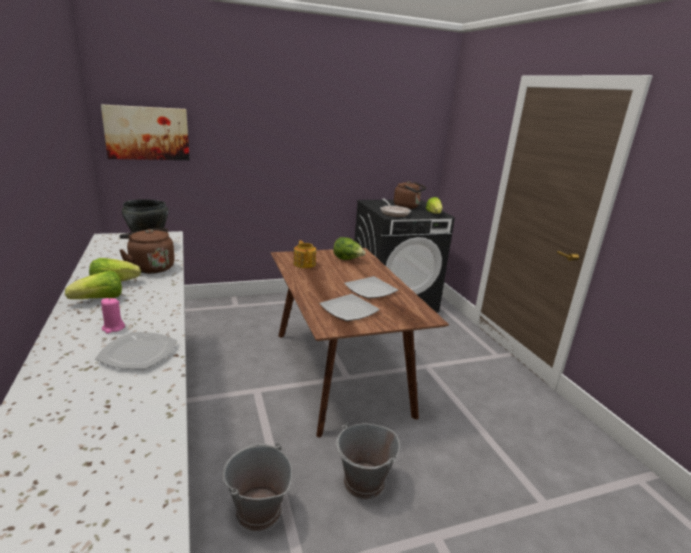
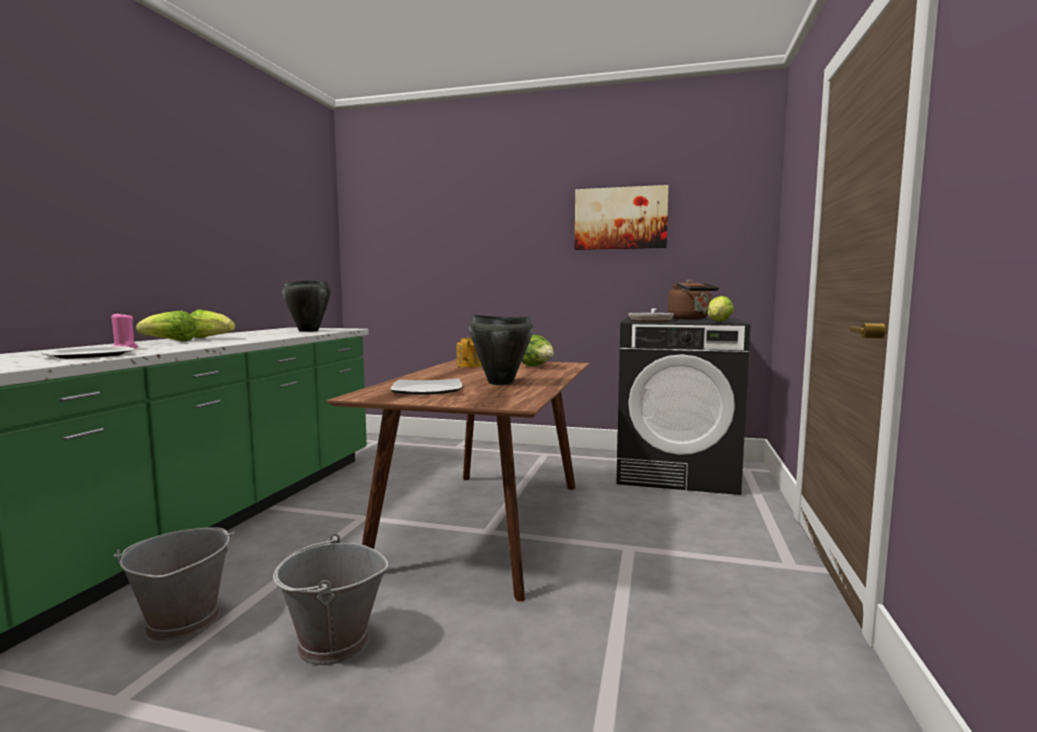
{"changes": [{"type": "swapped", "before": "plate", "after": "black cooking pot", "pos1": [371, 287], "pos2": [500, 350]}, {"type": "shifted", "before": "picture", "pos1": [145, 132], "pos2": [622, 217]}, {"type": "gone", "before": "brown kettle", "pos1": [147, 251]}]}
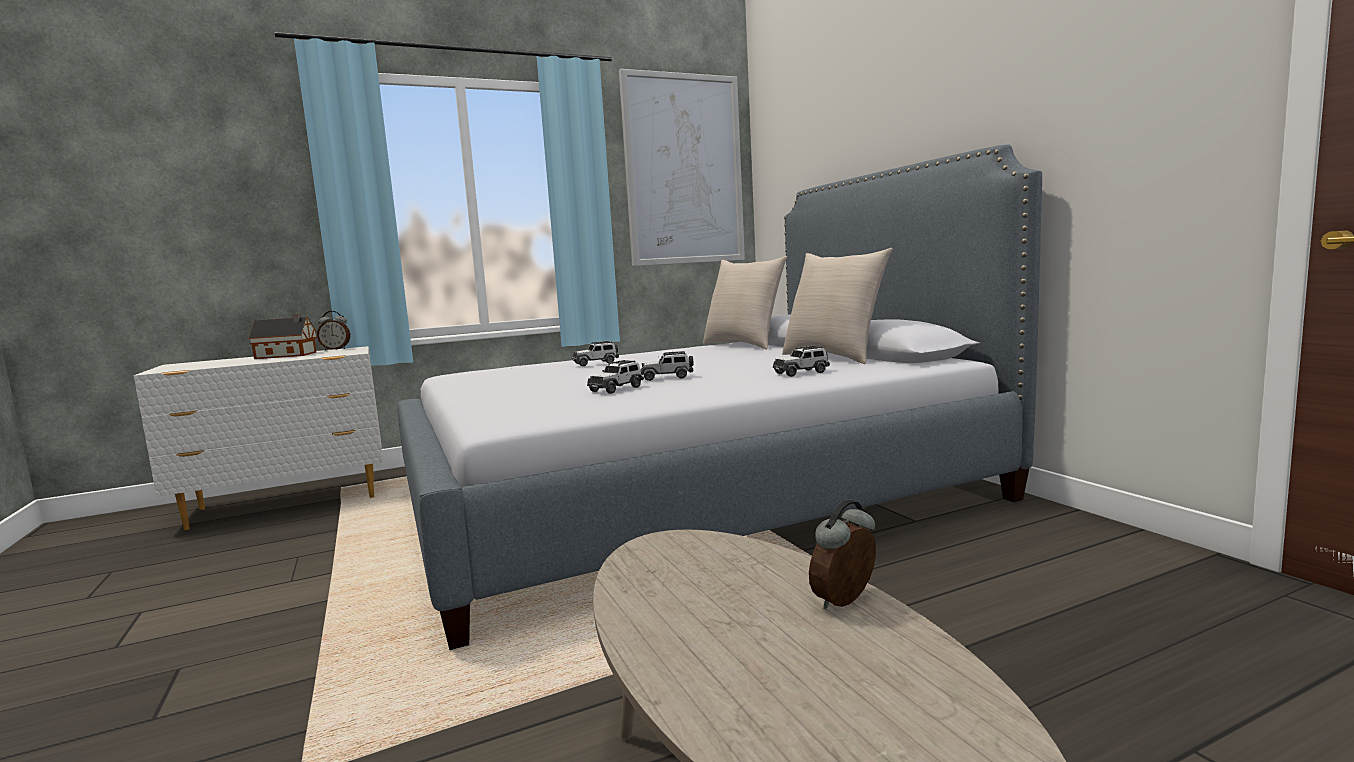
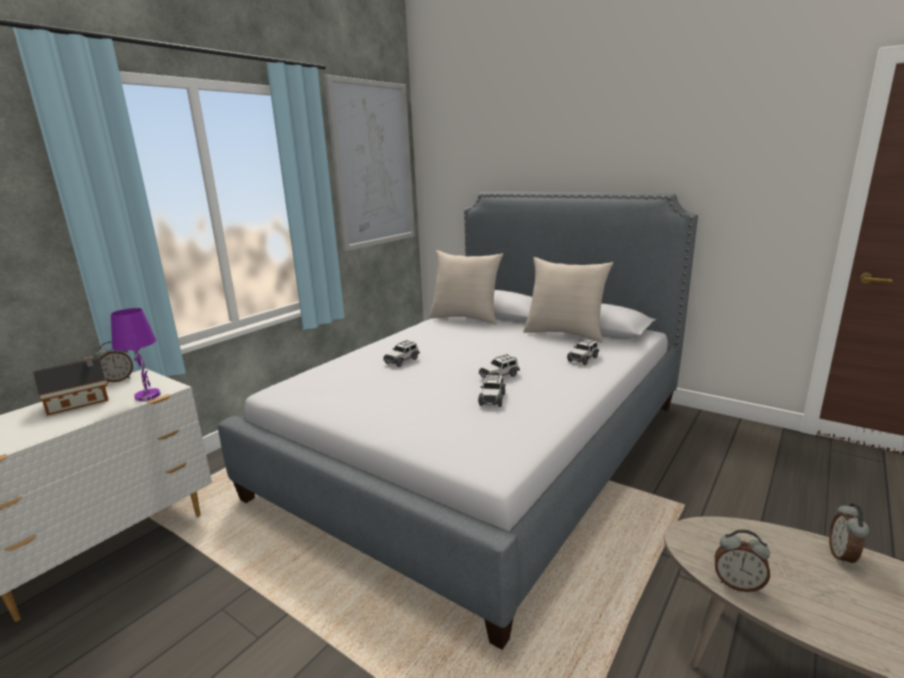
{"changes": [{"type": "new", "after": "purple table lamp", "pos2": [136, 354]}, {"type": "new", "after": "alarm clock", "pos2": [742, 561]}]}
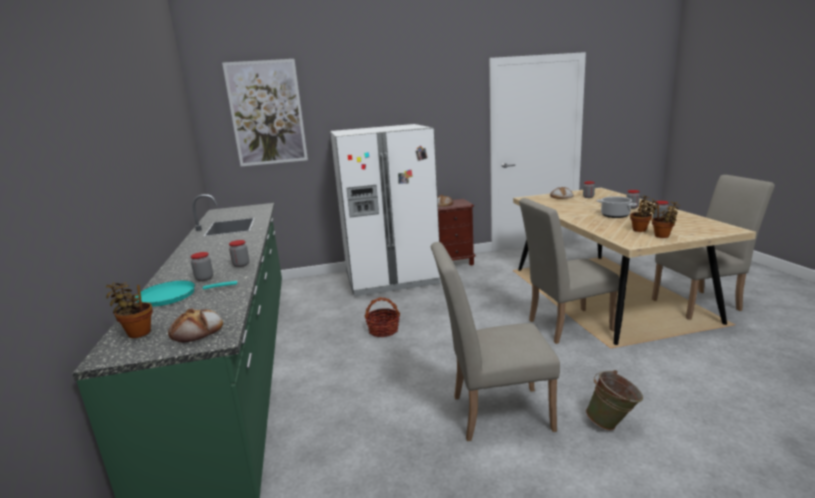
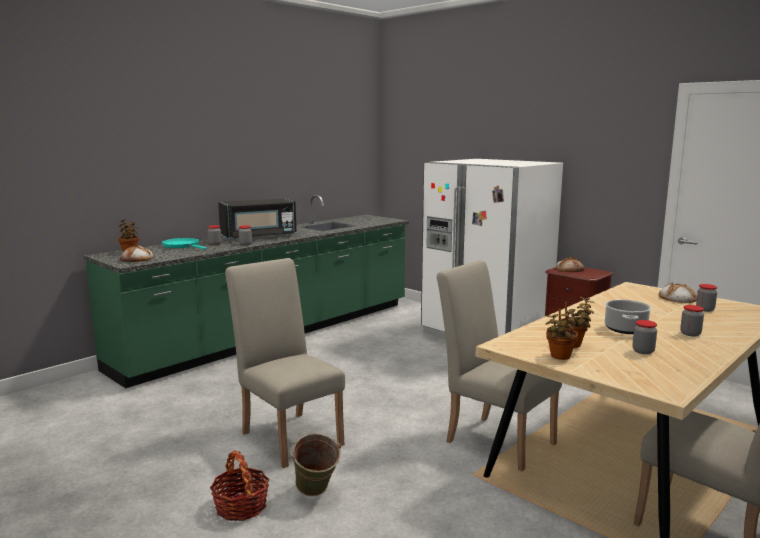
{"changes": [{"type": "shifted", "before": "basket", "pos1": [382, 317], "pos2": [239, 485]}, {"type": "new", "after": "black microwave", "pos2": [257, 219]}, {"type": "gone", "before": "picture", "pos1": [265, 112]}]}
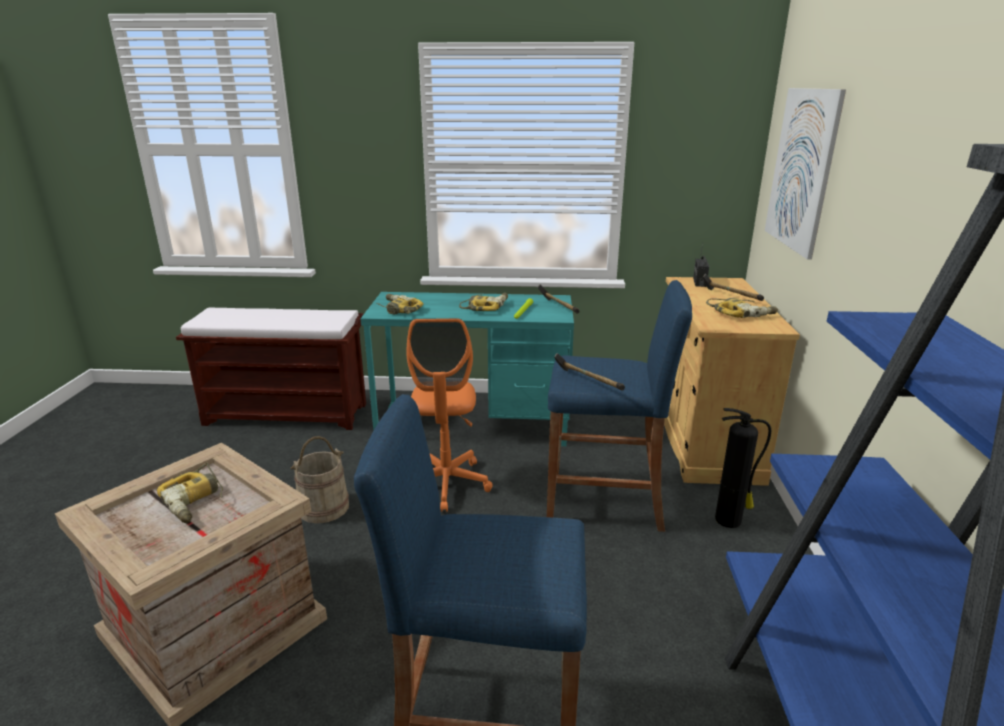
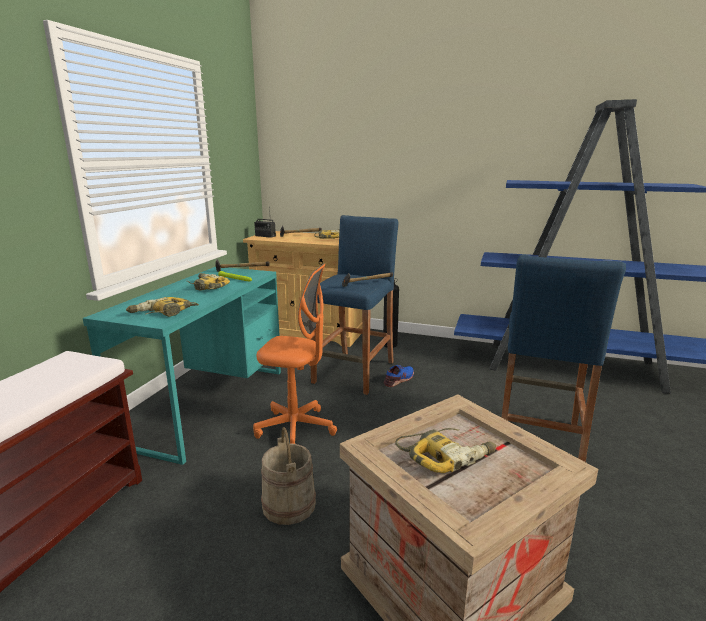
{"changes": [{"type": "new", "after": "blue shoe", "pos2": [399, 376]}, {"type": "gone", "before": "picture", "pos1": [805, 174]}]}
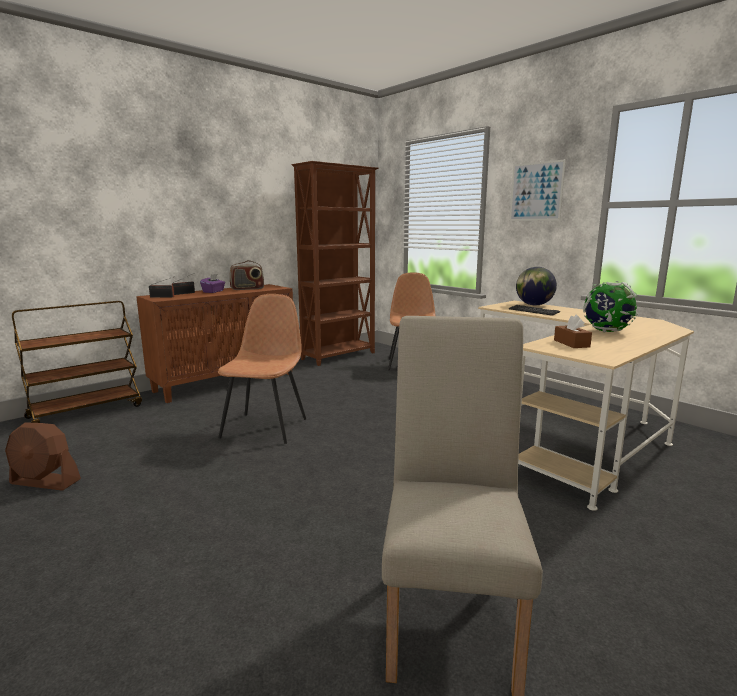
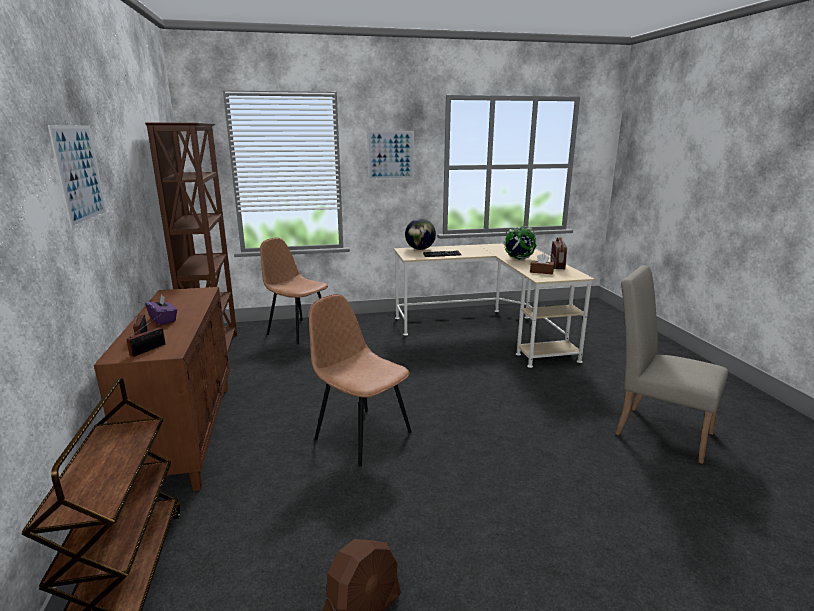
{"changes": [{"type": "new", "after": "picture", "pos2": [77, 177]}, {"type": "shifted", "before": "radio", "pos1": [246, 275], "pos2": [558, 253]}]}
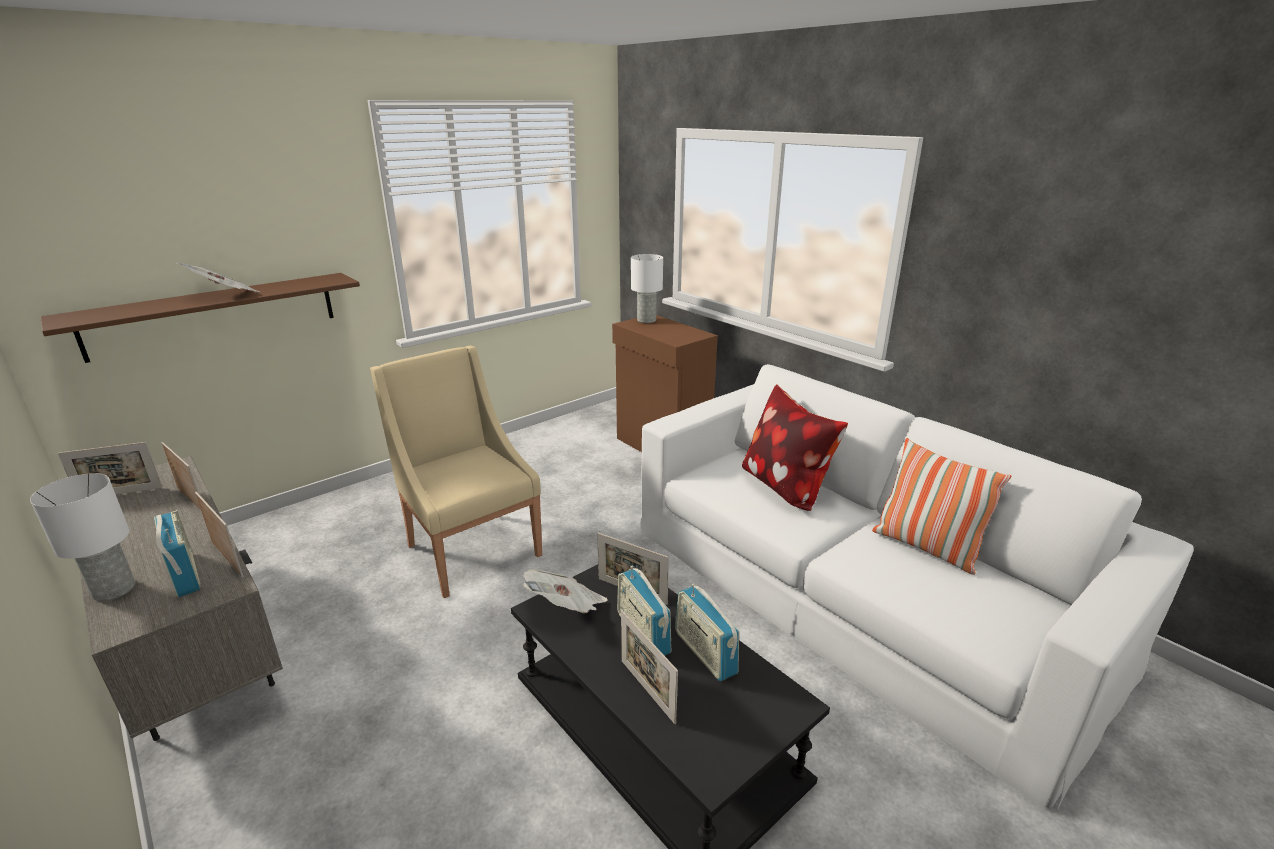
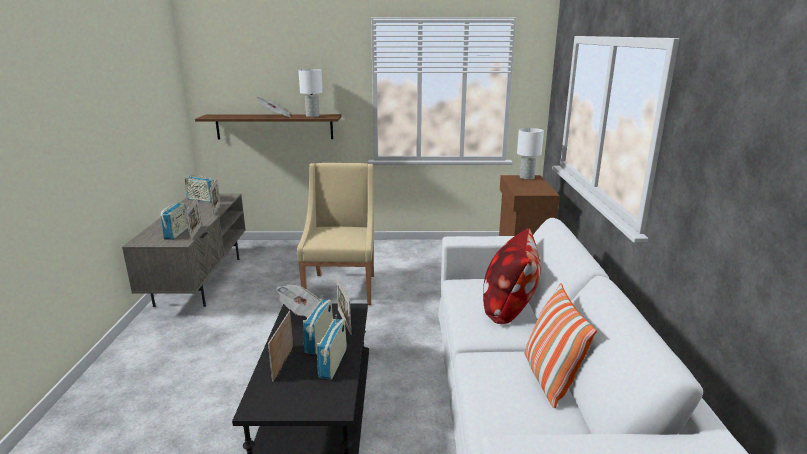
{"changes": [{"type": "swapped", "before": "picture frame", "after": "radio", "pos1": [110, 468], "pos2": [199, 189]}, {"type": "shifted", "before": "white table lamp", "pos1": [82, 537], "pos2": [310, 93]}]}
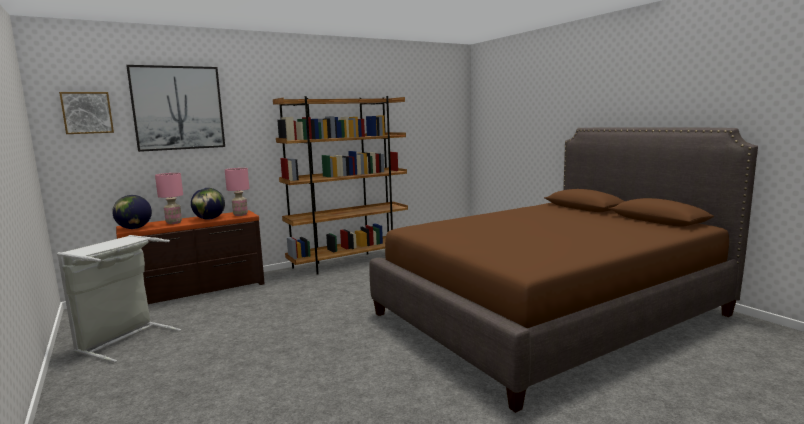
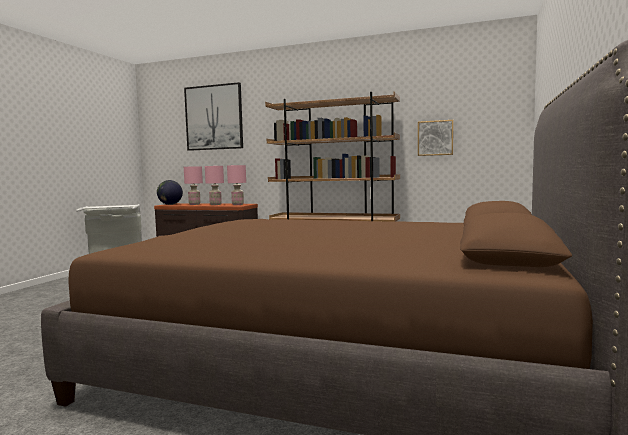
{"changes": [{"type": "swapped", "before": "globe", "after": "pink table lamp", "pos1": [208, 204], "pos2": [214, 185]}, {"type": "shifted", "before": "picture", "pos1": [86, 113], "pos2": [435, 138]}]}
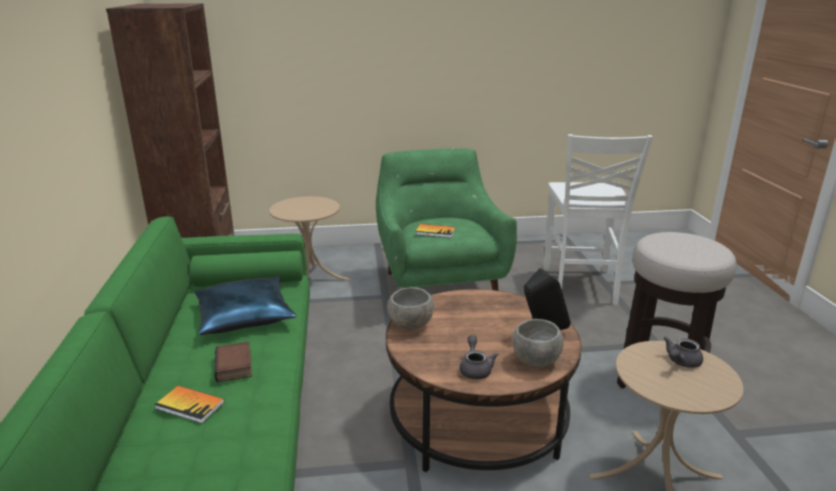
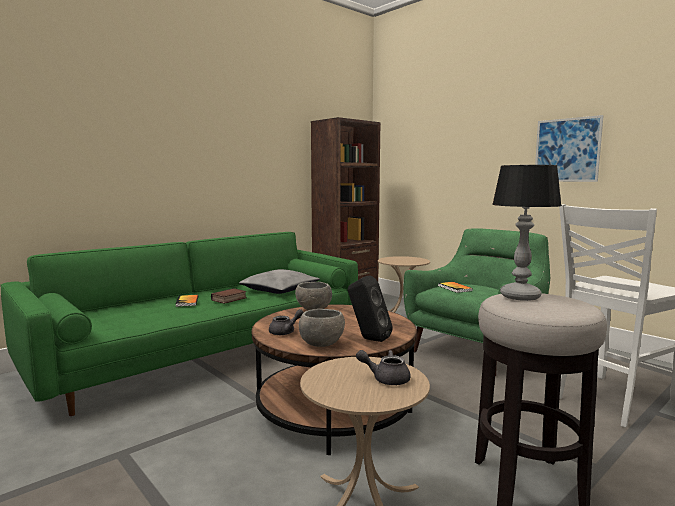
{"changes": [{"type": "repainted", "before": "blue pillow", "after": "grey pillow", "pos1": [245, 305], "pos2": [279, 281]}, {"type": "new", "after": "table lamp", "pos2": [527, 233]}, {"type": "new", "after": "picture", "pos2": [569, 148]}]}
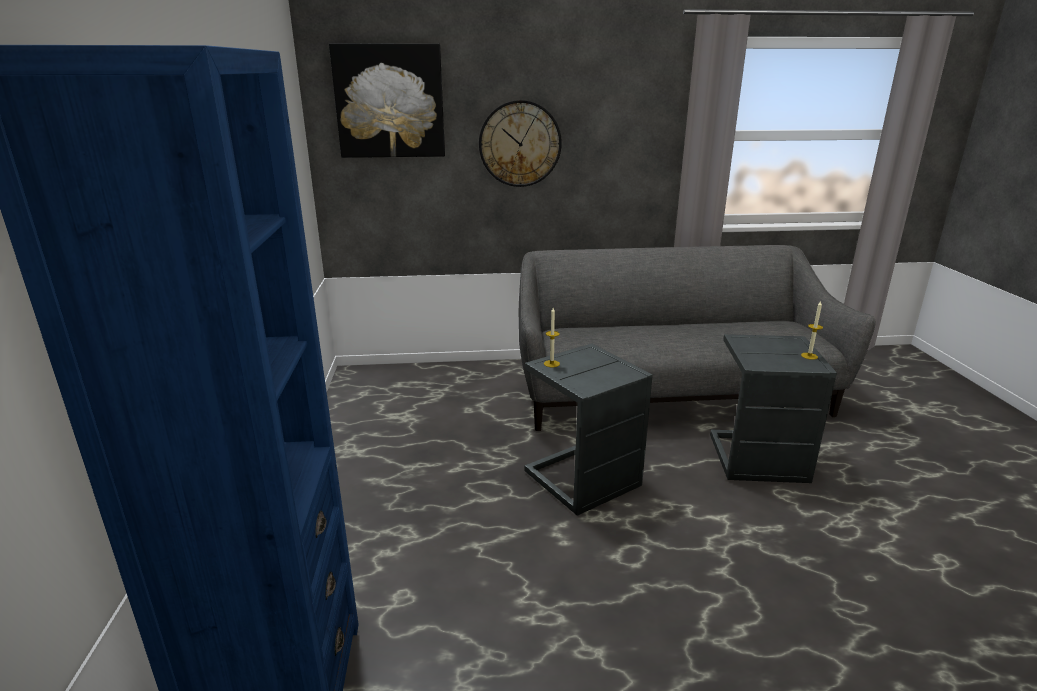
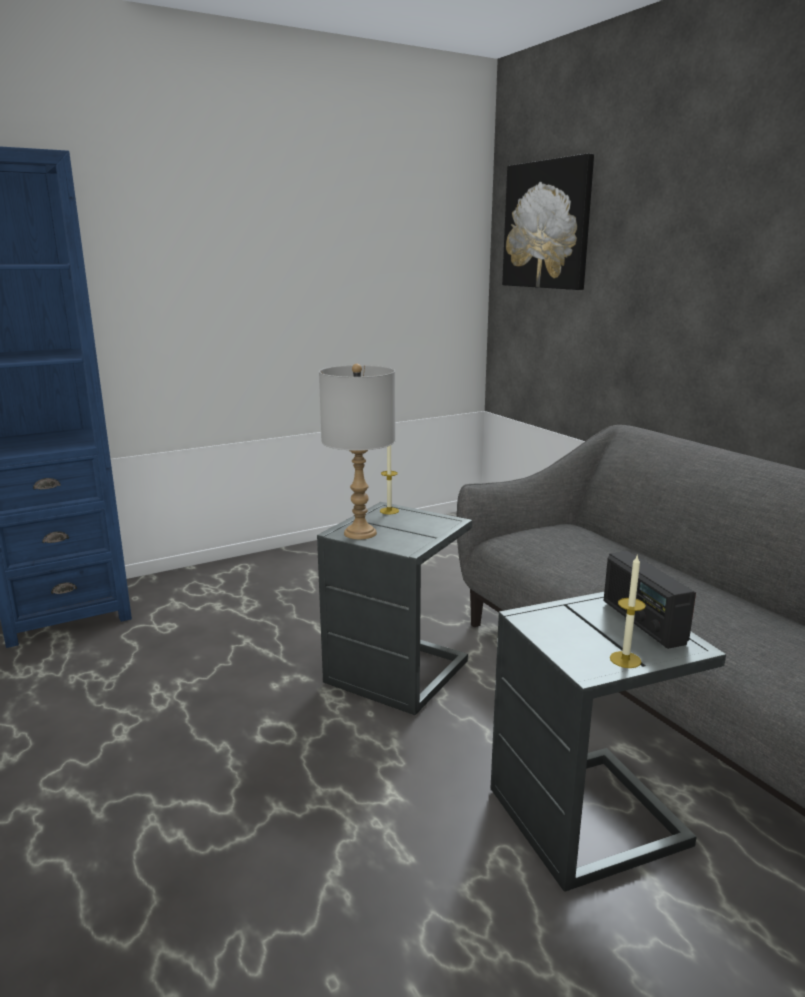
{"changes": [{"type": "new", "after": "grey table lamp", "pos2": [357, 451]}, {"type": "new", "after": "radio", "pos2": [650, 600]}, {"type": "gone", "before": "wall clock", "pos1": [520, 143]}]}
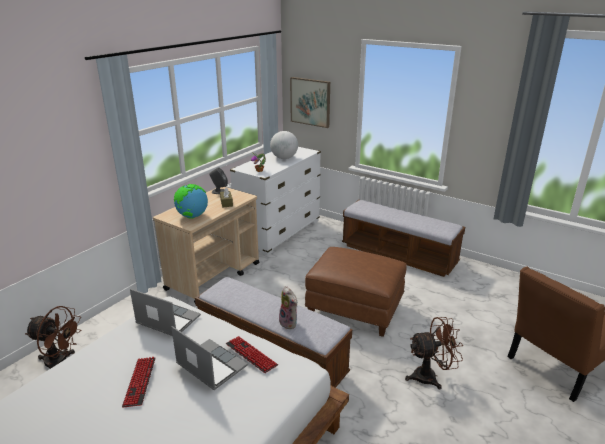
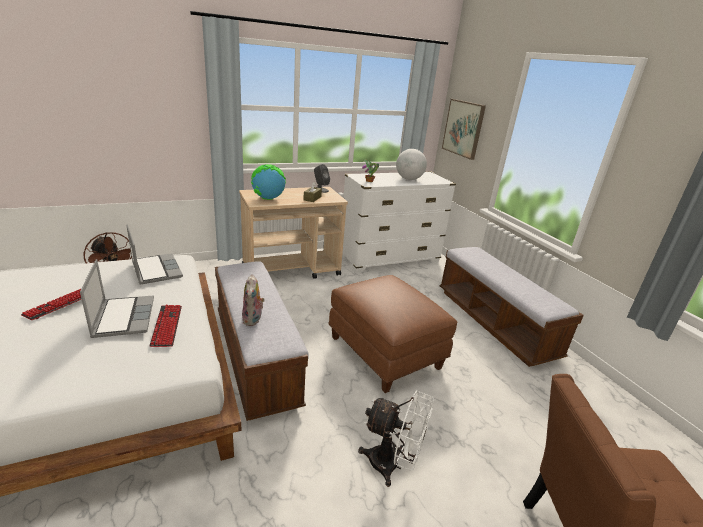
{"changes": [{"type": "repainted", "before": "brown fan", "after": "white fan", "pos1": [434, 353], "pos2": [396, 438]}]}
